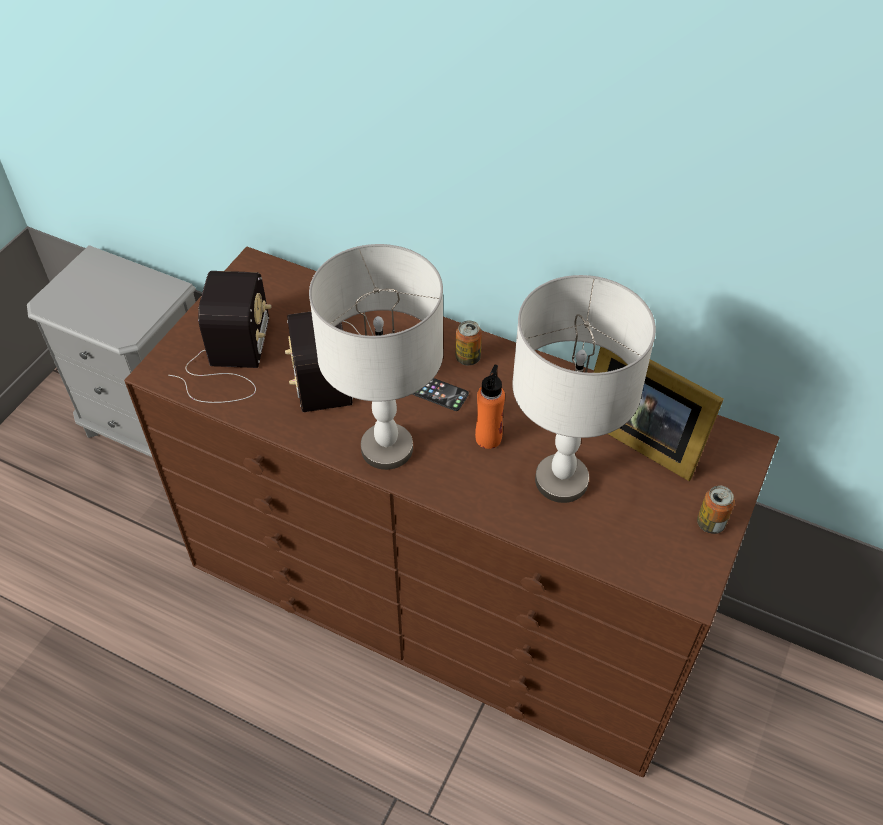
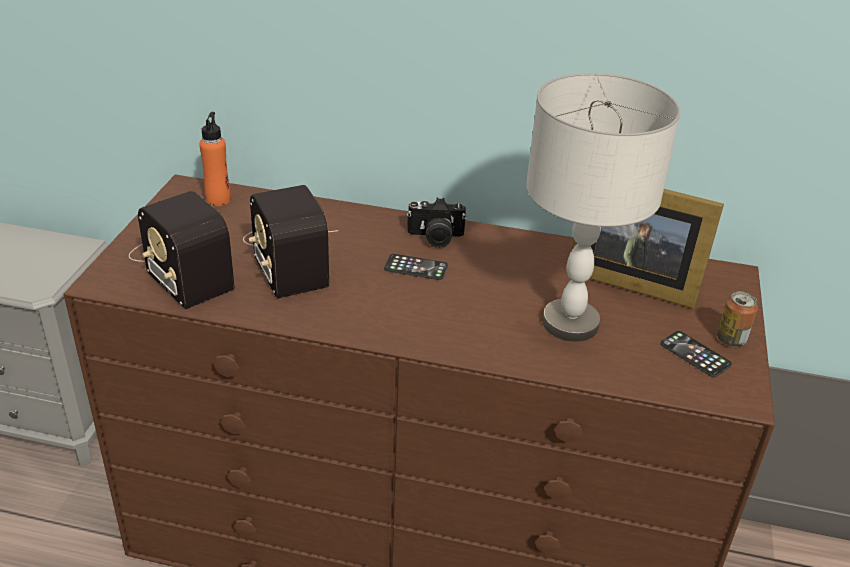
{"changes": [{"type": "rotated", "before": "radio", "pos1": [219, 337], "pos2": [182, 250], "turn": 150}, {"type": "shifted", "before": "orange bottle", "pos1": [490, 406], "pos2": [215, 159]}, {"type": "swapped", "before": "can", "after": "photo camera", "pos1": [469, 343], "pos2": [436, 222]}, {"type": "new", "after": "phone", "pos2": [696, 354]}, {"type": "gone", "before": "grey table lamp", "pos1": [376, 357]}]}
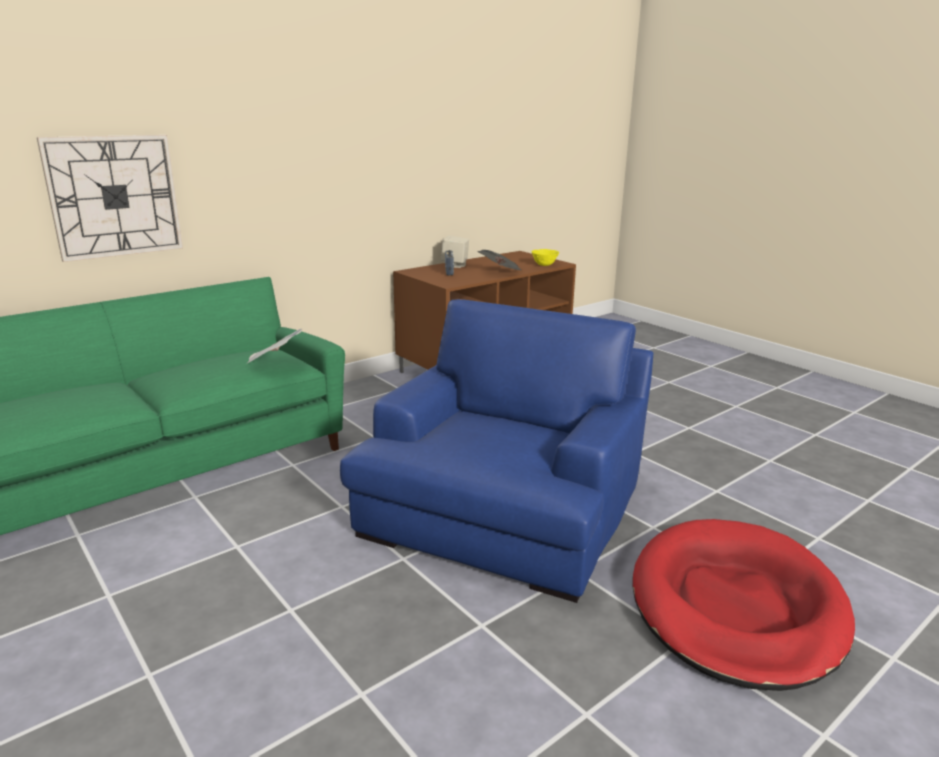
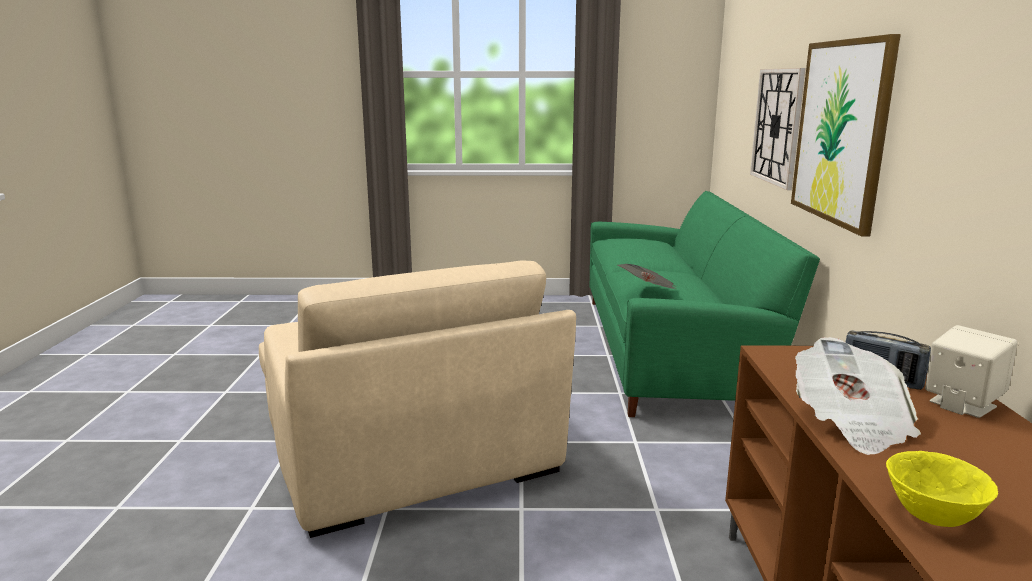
{"changes": [{"type": "repainted", "before": "blue armchair", "after": "beige armchair", "pos1": [497, 451], "pos2": [417, 399]}, {"type": "new", "after": "picture", "pos2": [846, 135]}, {"type": "gone", "before": "red dog bed", "pos1": [744, 605]}]}
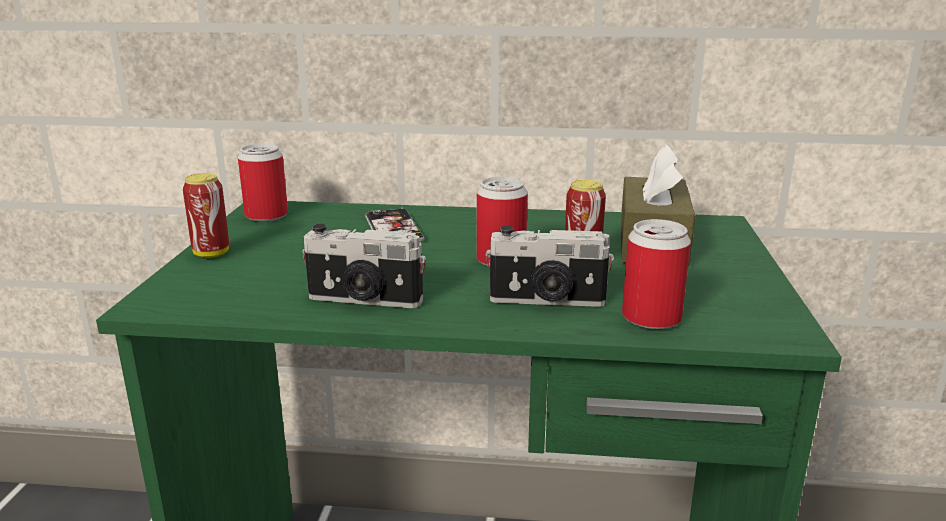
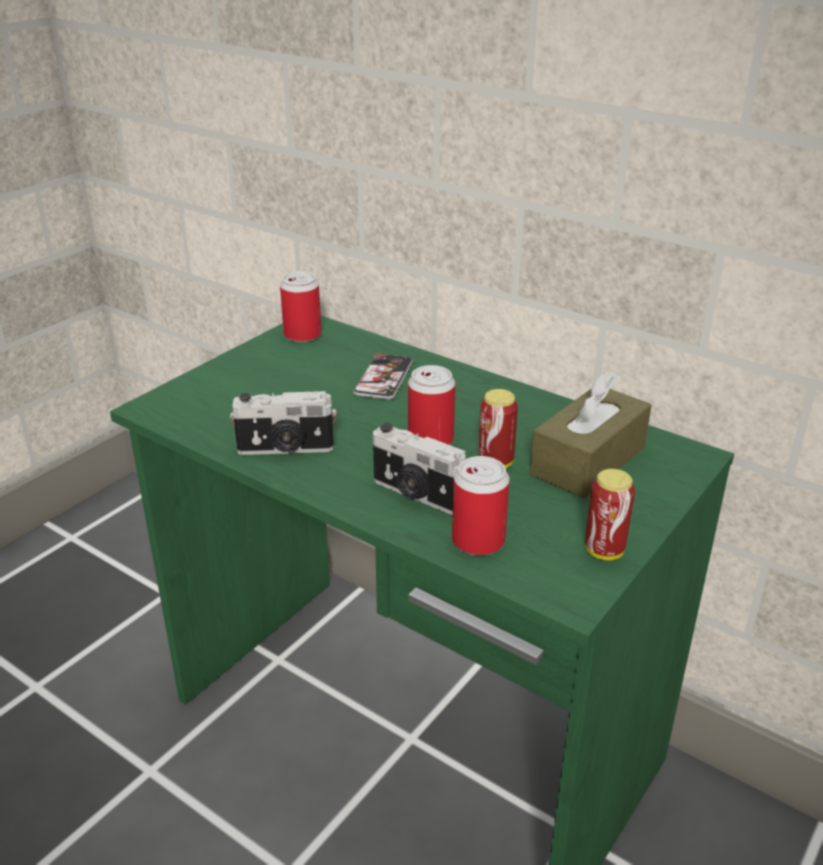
{"changes": [{"type": "rotated", "before": "photo camera", "pos1": [364, 266], "pos2": [283, 423], "turn": -45}, {"type": "shifted", "before": "can", "pos1": [206, 215], "pos2": [610, 514]}]}
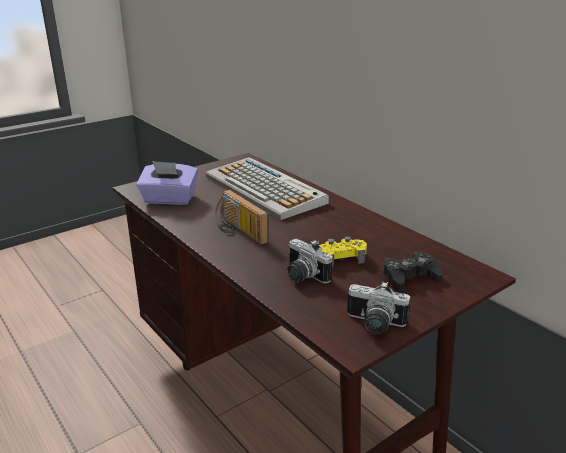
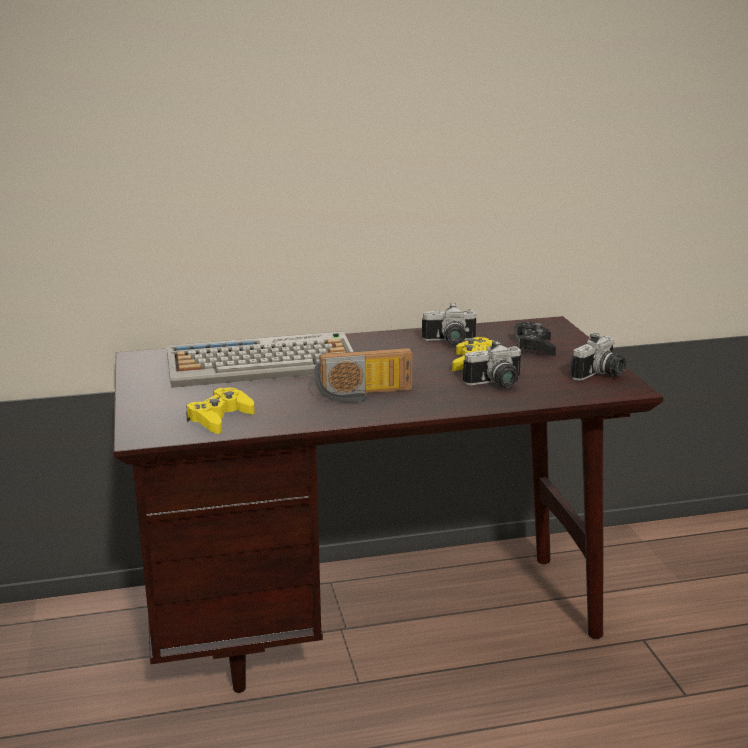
{"changes": [{"type": "swapped", "before": "purple tissue box", "after": "yellow game controller", "pos1": [167, 183], "pos2": [220, 411]}, {"type": "new", "after": "photo camera", "pos2": [449, 324]}]}
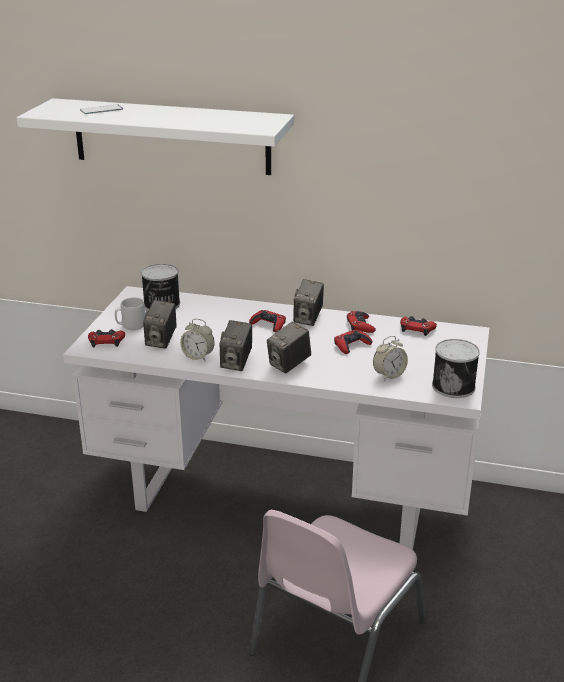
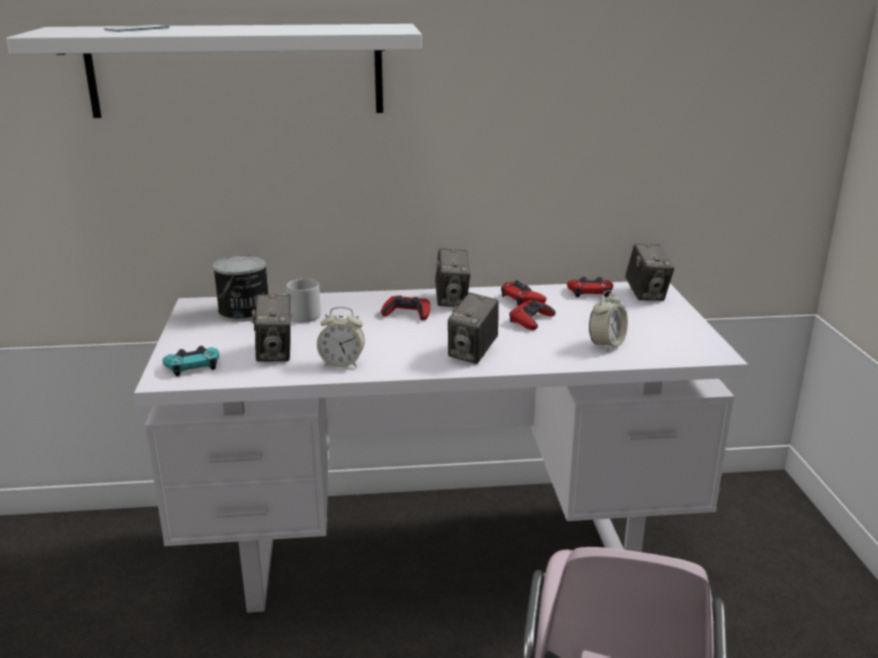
{"changes": [{"type": "repainted", "before": "red game controller", "after": "turquoise game controller", "pos1": [106, 338], "pos2": [190, 361]}, {"type": "shifted", "before": "grey mug", "pos1": [130, 313], "pos2": [302, 300]}, {"type": "shifted", "before": "photo camera", "pos1": [235, 345], "pos2": [649, 272]}, {"type": "gone", "before": "can", "pos1": [456, 368]}]}
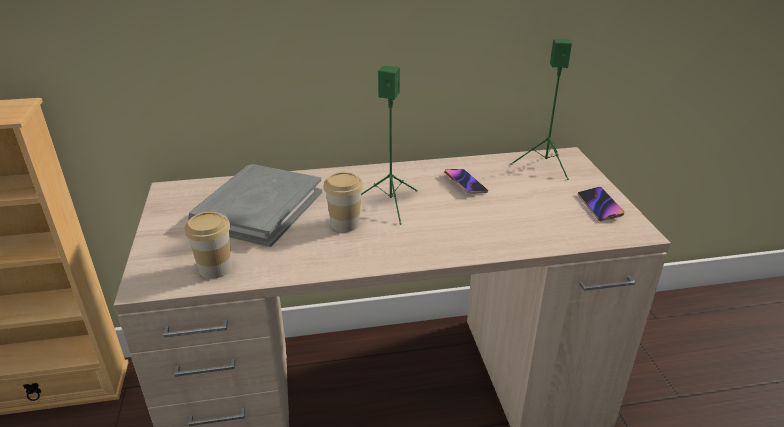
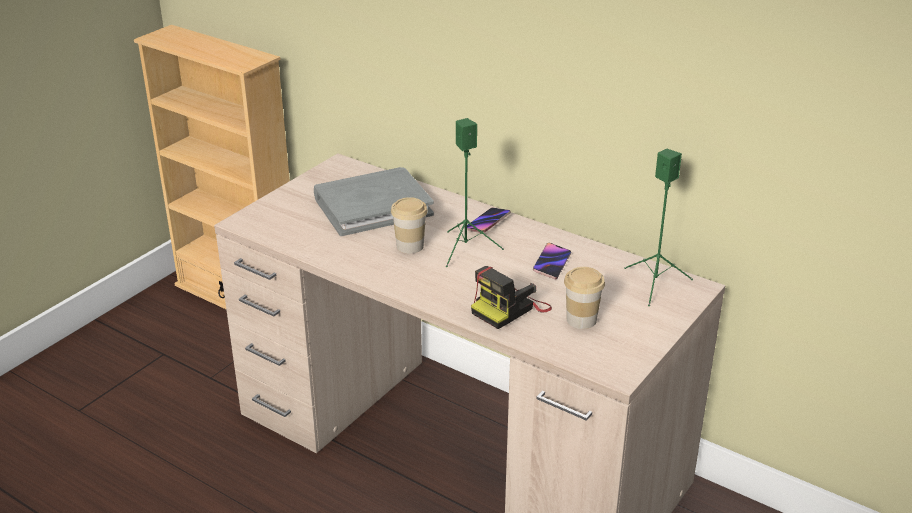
{"changes": [{"type": "shifted", "before": "phone", "pos1": [601, 204], "pos2": [487, 220]}, {"type": "new", "after": "photo camera", "pos2": [511, 297]}, {"type": "shifted", "before": "cup", "pos1": [208, 245], "pos2": [584, 298]}]}
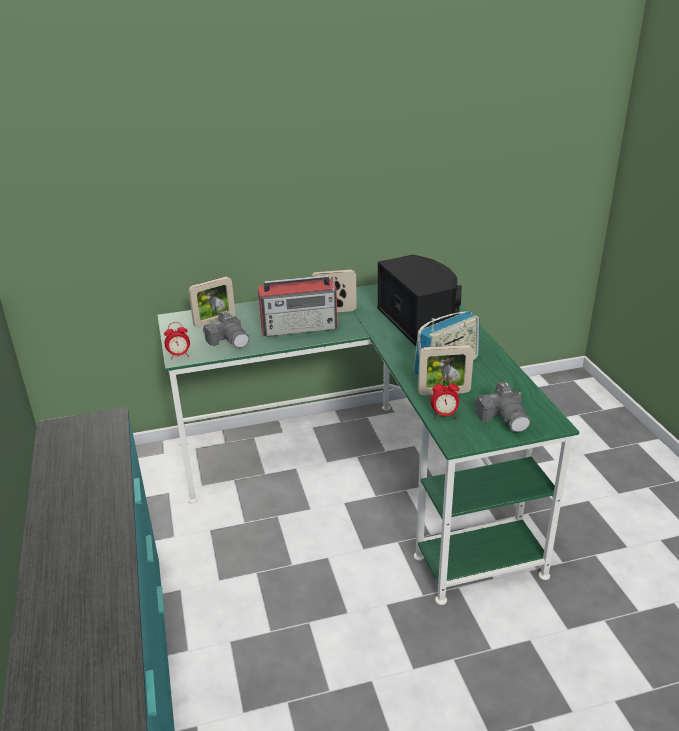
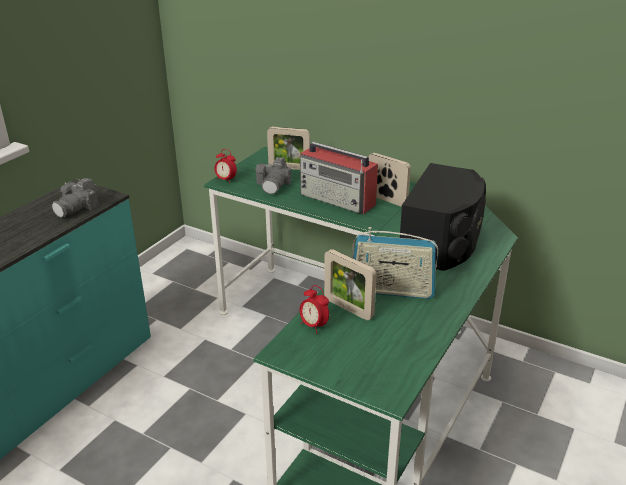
{"changes": [{"type": "shifted", "before": "photo camera", "pos1": [502, 406], "pos2": [75, 198]}]}
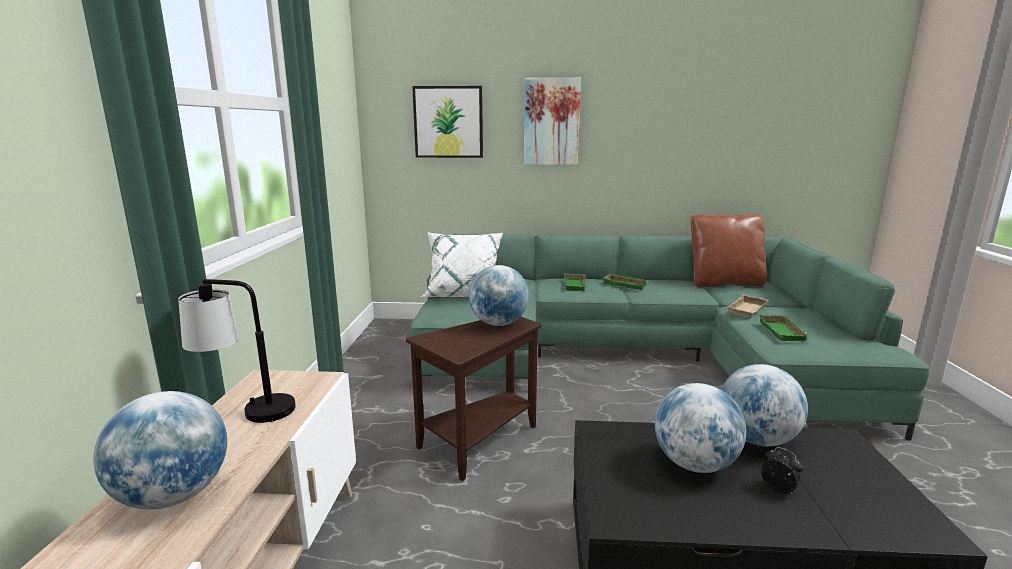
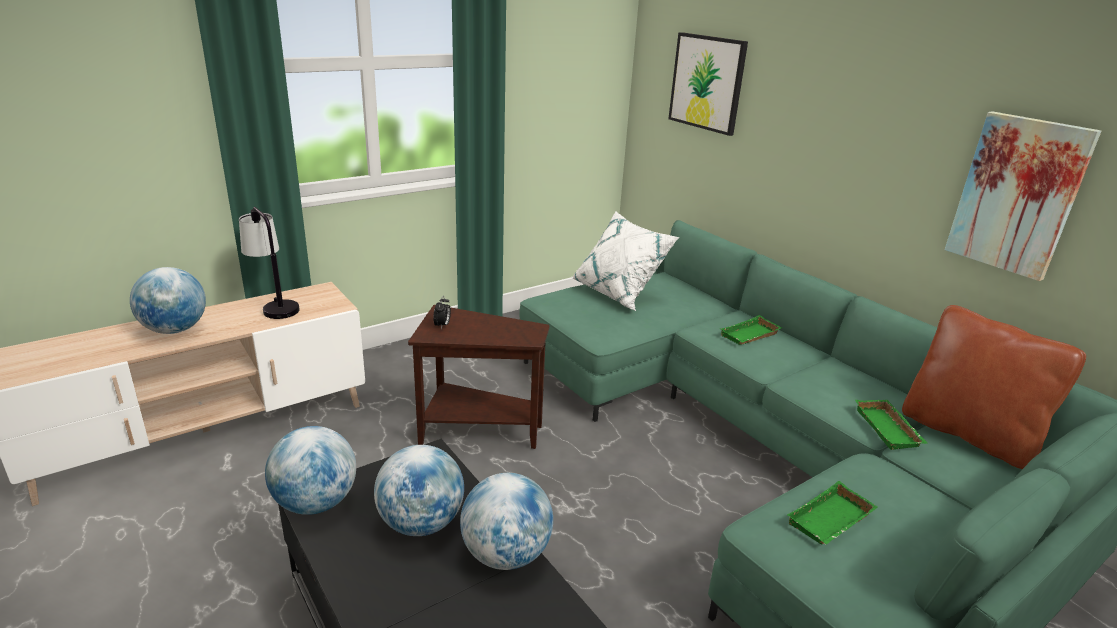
{"changes": [{"type": "shifted", "before": "globe", "pos1": [499, 295], "pos2": [310, 470]}, {"type": "shifted", "before": "alarm clock", "pos1": [782, 470], "pos2": [442, 312]}, {"type": "shifted", "before": "green tray", "pos1": [626, 282], "pos2": [891, 425]}, {"type": "shifted", "before": "picture", "pos1": [552, 121], "pos2": [1023, 196]}, {"type": "gone", "before": "beige tray", "pos1": [748, 305]}]}
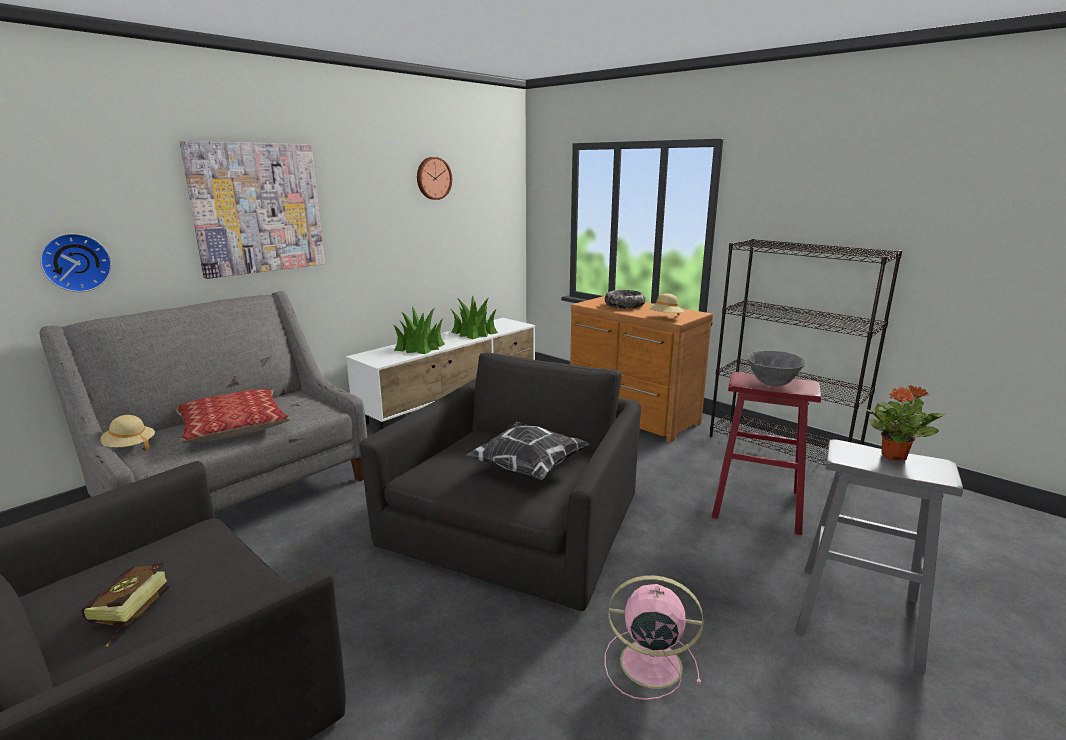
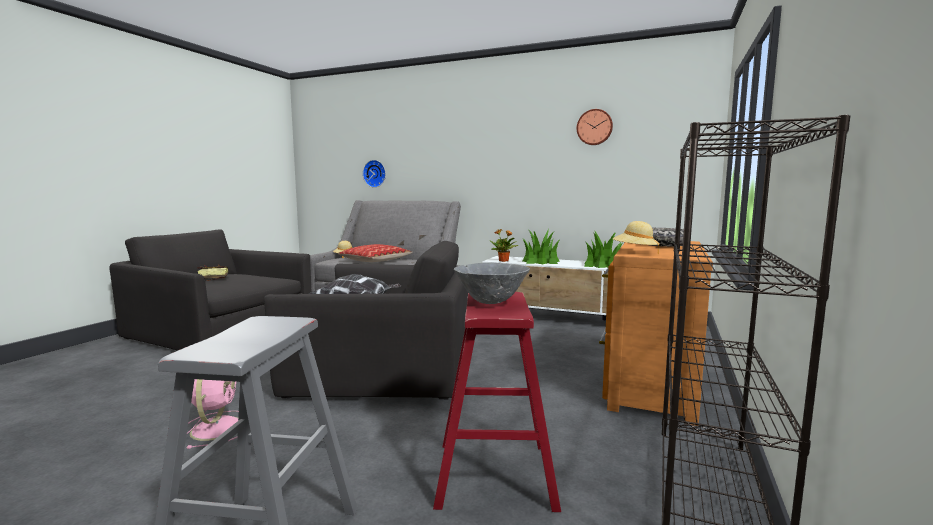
{"changes": [{"type": "shifted", "before": "potted plant", "pos1": [906, 423], "pos2": [504, 245]}, {"type": "gone", "before": "picture", "pos1": [252, 210]}]}
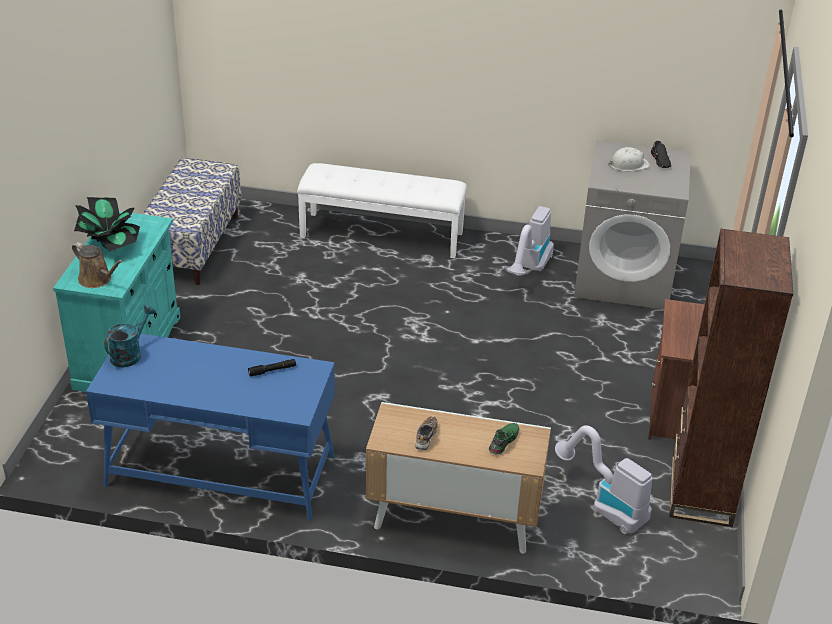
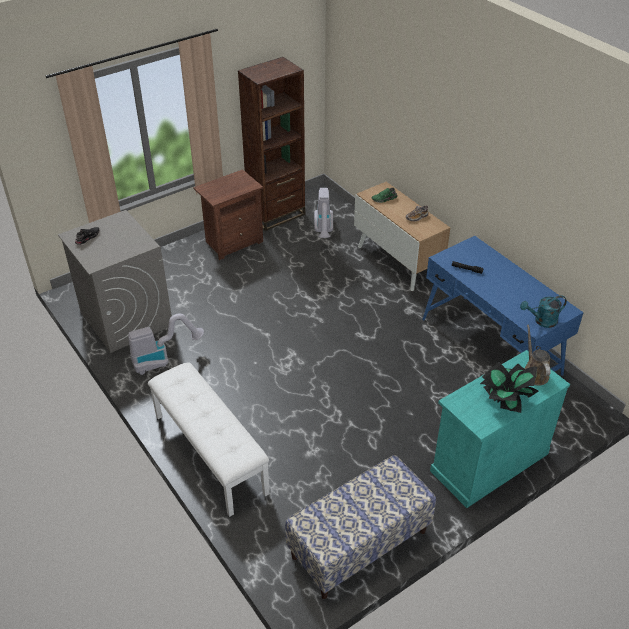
{"changes": [{"type": "gone", "before": "white hard hat", "pos1": [629, 159]}]}
